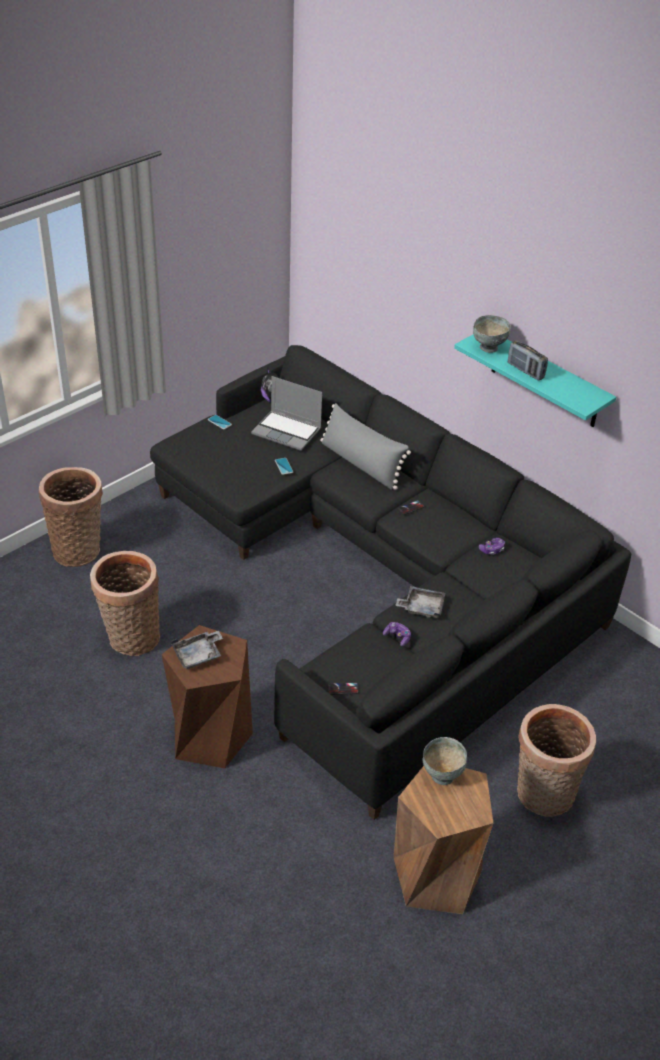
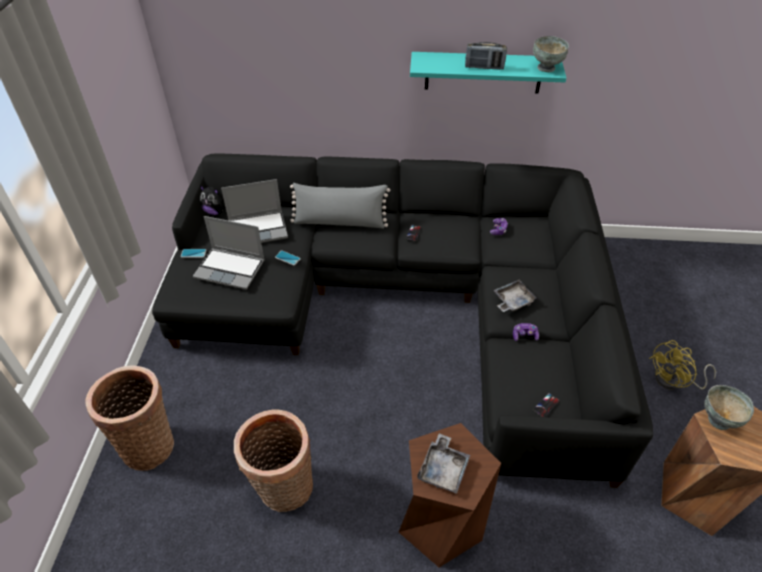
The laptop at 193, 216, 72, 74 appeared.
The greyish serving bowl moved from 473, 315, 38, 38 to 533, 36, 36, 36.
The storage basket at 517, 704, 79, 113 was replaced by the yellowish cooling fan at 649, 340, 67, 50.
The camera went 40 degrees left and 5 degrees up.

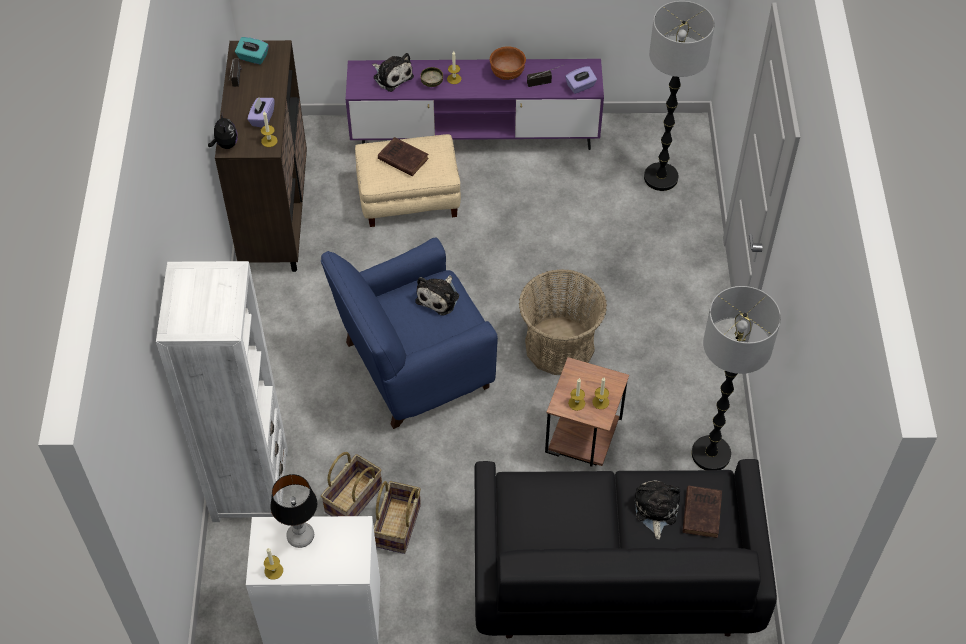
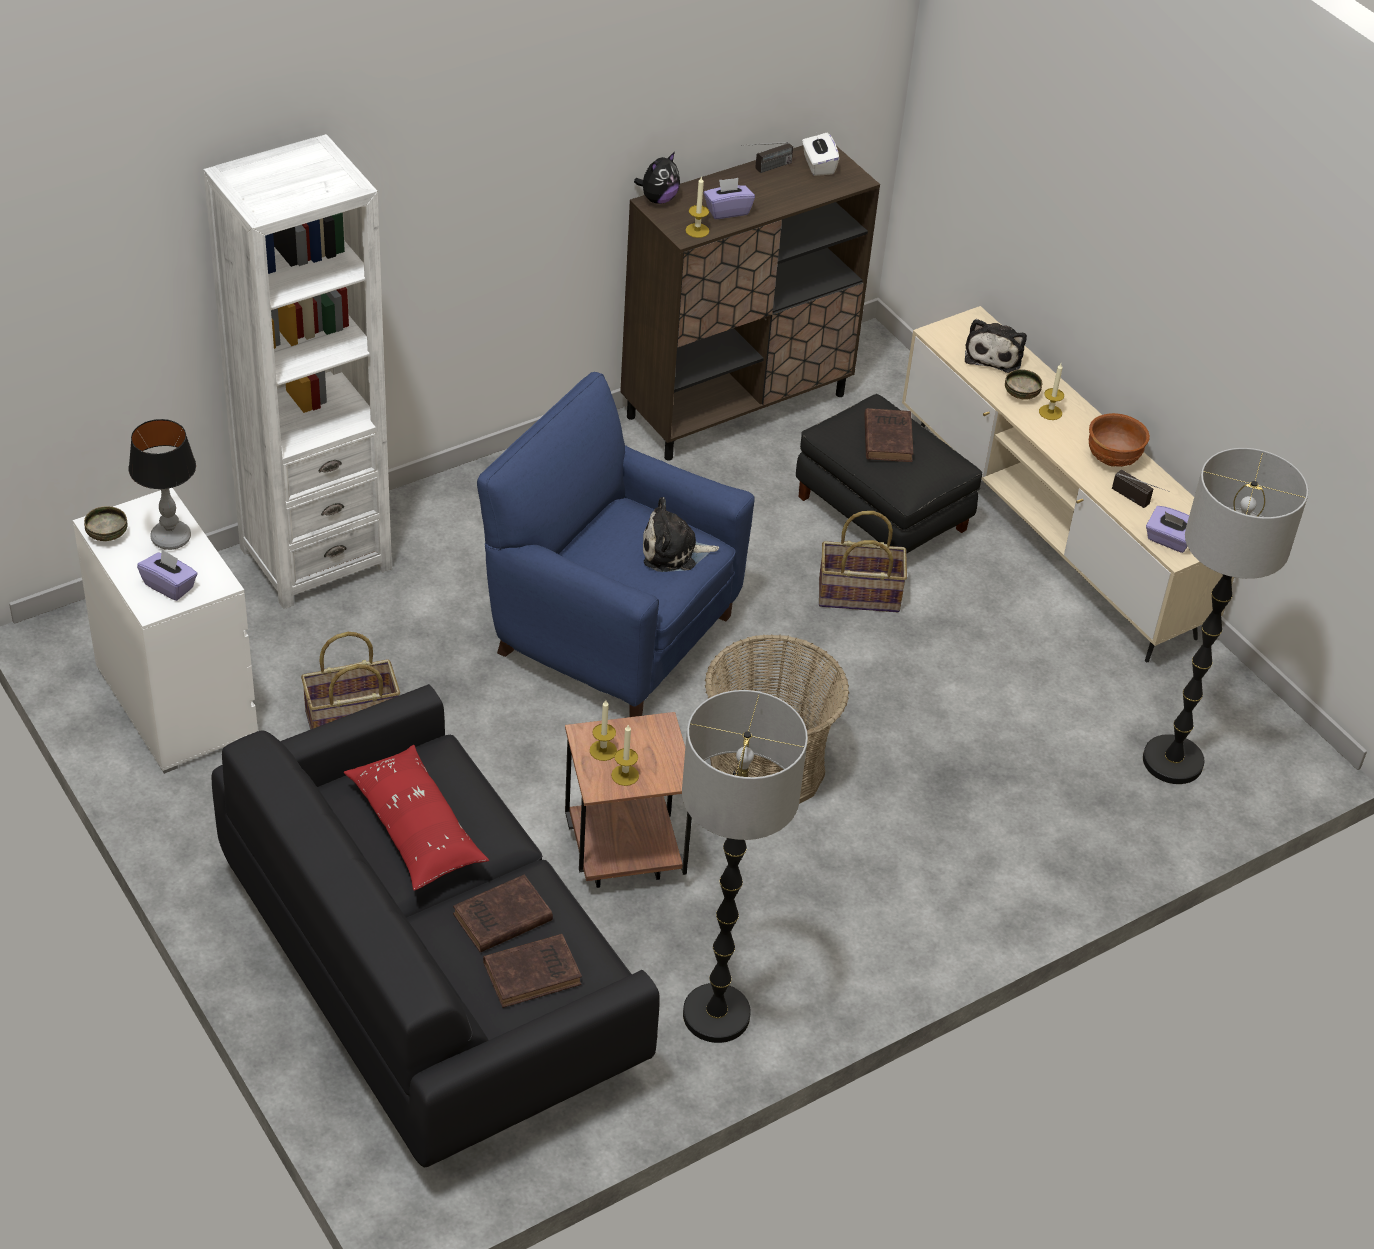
The candle at 264, 548, 19, 32 was replaced by the serving bowl at 84, 506, 44, 35.
The purple tissue holder at 137, 549, 61, 52 appeared.
The reddish throw pillow at 344, 745, 145, 146 appeared.
The cuddly toy at 635, 481, 45, 59 was replaced by the brown volume at 453, 875, 100, 78.
The beige pouffe at 355, 134, 106, 93 became the black-coloured pouffe at 796, 394, 186, 159.
The turquoise-coloured tissue holder at 235, 37, 34, 28 became the whitish tissue holder at 802, 133, 37, 43.
The storage basket moved from 321, 452, 61, 64 to 819, 511, 88, 101.
The purple media console at 346, 59, 258, 91 became the beige media console at 902, 306, 332, 356.
The camera went 55 degrees right and 10 degrees down.

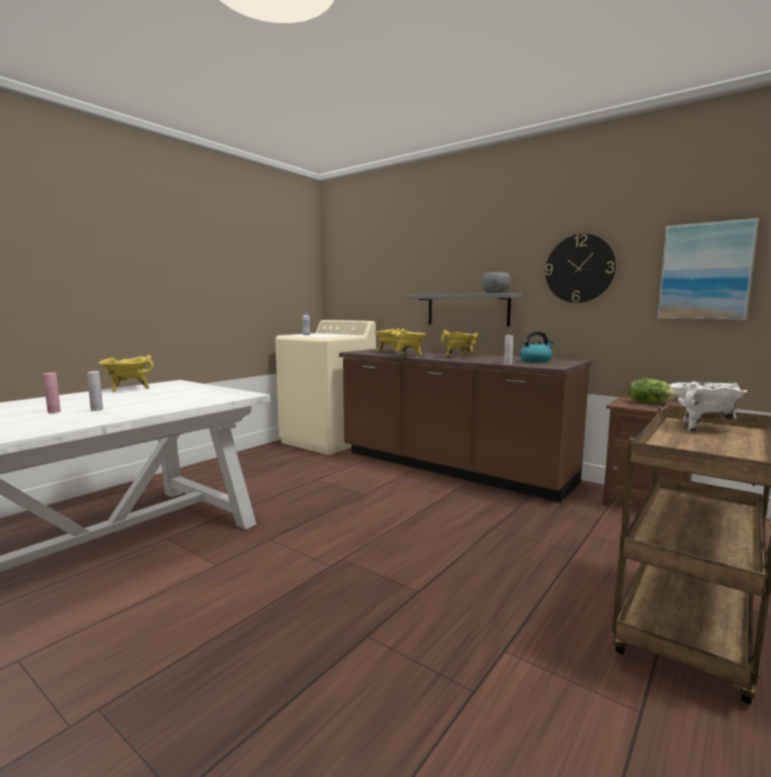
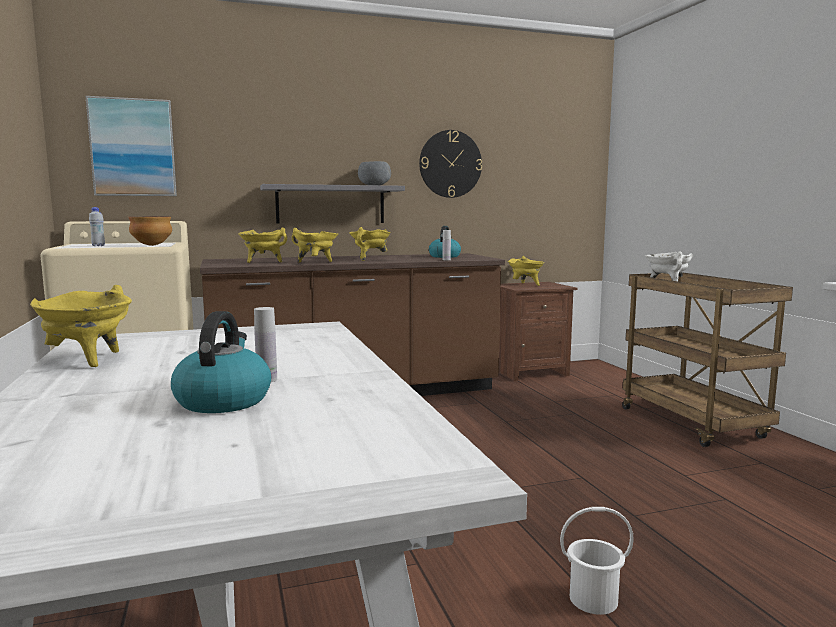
The wall picture moved from 657, 218, 102, 102 to 86, 96, 91, 100.
The serving bowl at 129, 217, 43, 29 appeared.
The pinkish beverage bottle at 43, 373, 18, 40 was replaced by the kettle at 171, 311, 100, 102.
The lettuce head at 629, 378, 49, 25 was replaced by the yellowish saucepot at 508, 256, 36, 30.
The whitish water bucket at 560, 507, 74, 108 appeared.
The camera went 55 degrees left and 0 degrees up.

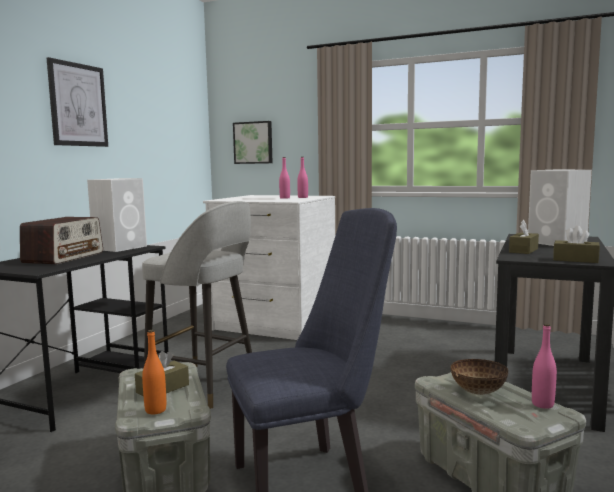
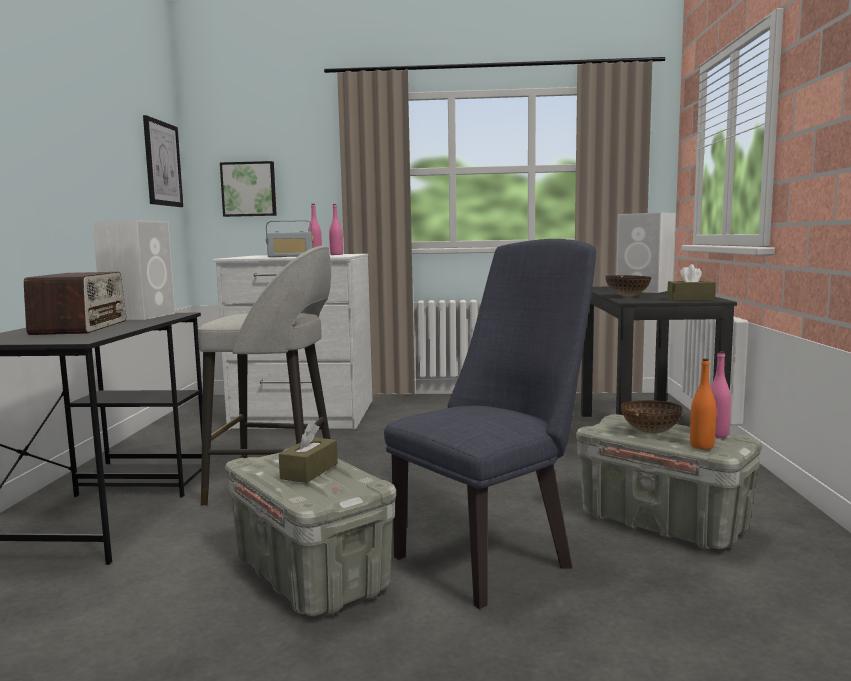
The wall picture moved from 47, 57, 61, 90 to 143, 115, 40, 92.
The radio at 266, 220, 47, 37 appeared.
The brown tissue holder at 509, 220, 30, 34 was replaced by the serving bowl at 605, 275, 46, 21.
The orange-coloured beverage bottle moved from 142, 330, 24, 84 to 690, 358, 26, 91.
The camera went 20 degrees left and 0 degrees up.

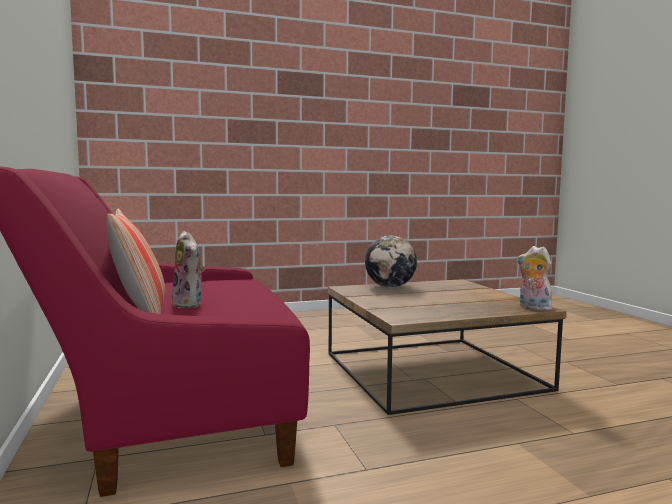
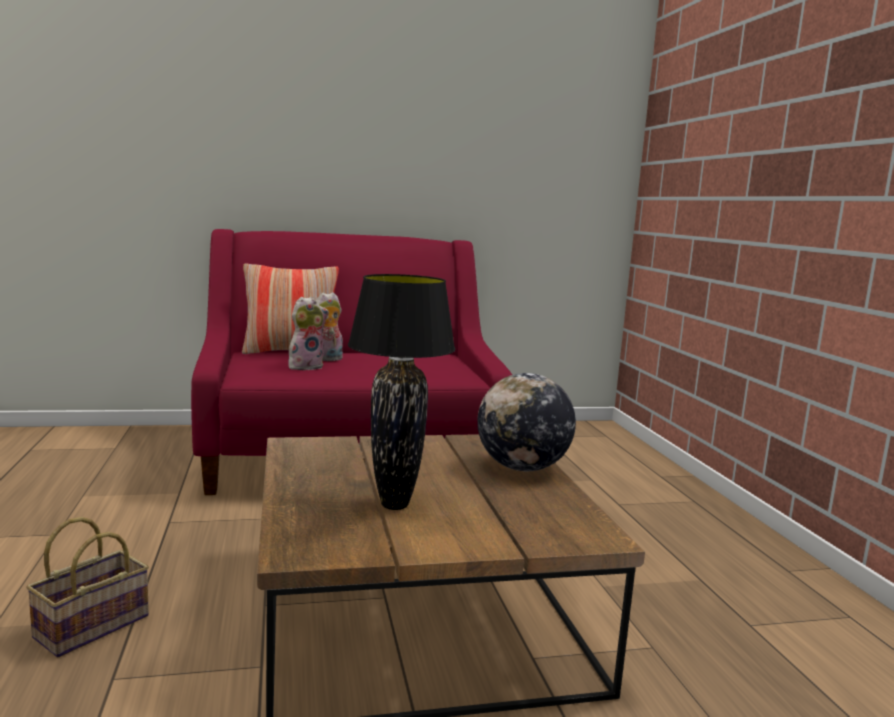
The storage basket at 26, 517, 123, 140 appeared.
The cuddly toy moved from 517, 246, 35, 65 to 288, 296, 41, 74.
The black-coloured lamp for a table at 348, 274, 107, 236 appeared.
The camera went 95 degrees right and 5 degrees up.

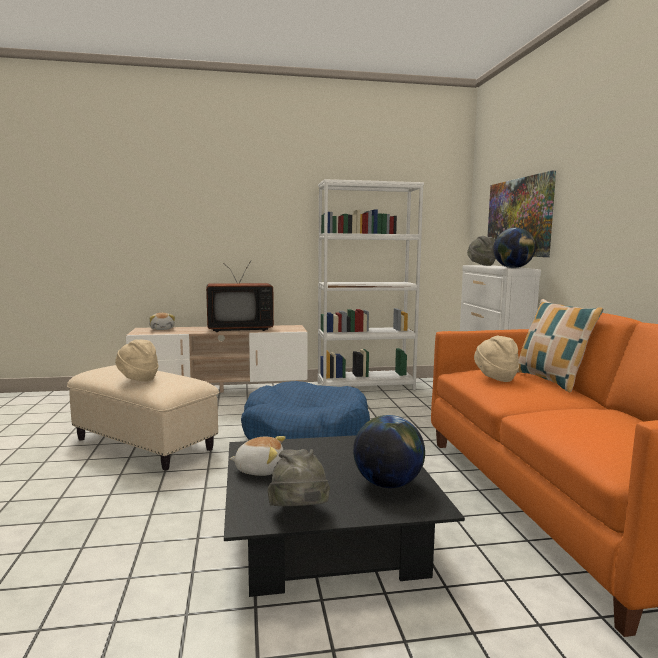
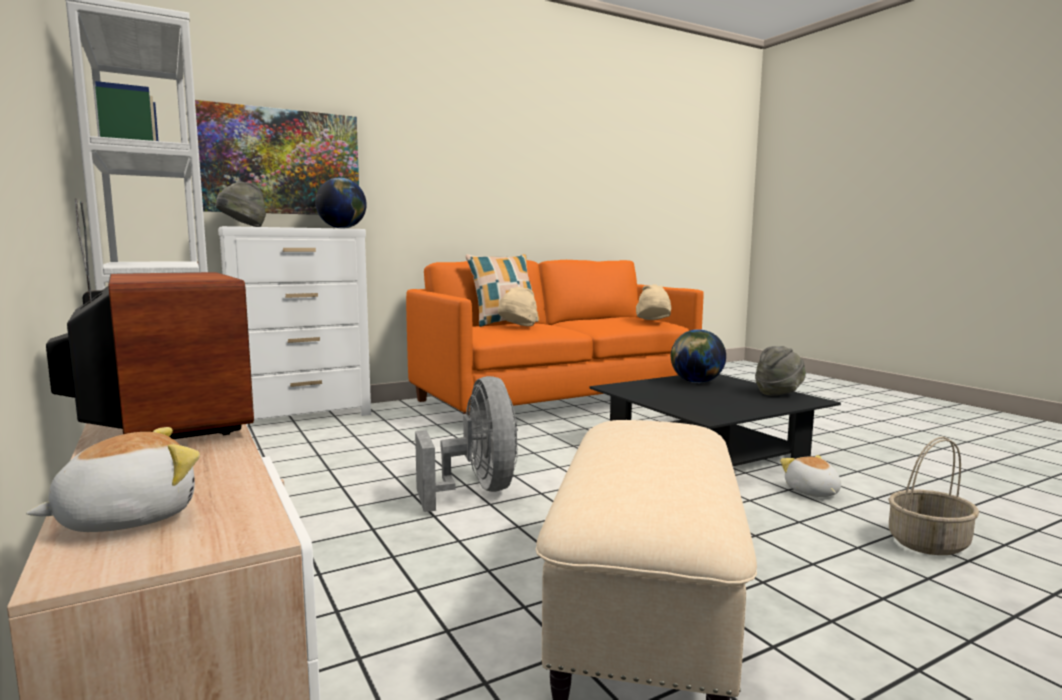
The blue dog cushion at 241, 381, 129, 59 was replaced by the greyish cooling fan at 415, 376, 103, 136.
The beige wearable hat moved from 115, 339, 44, 42 to 636, 284, 35, 36.
The cuddly toy moved from 229, 436, 57, 40 to 780, 455, 61, 42.
The storage basket at 888, 437, 91, 118 appeared.
The camera went 110 degrees left and 0 degrees up.

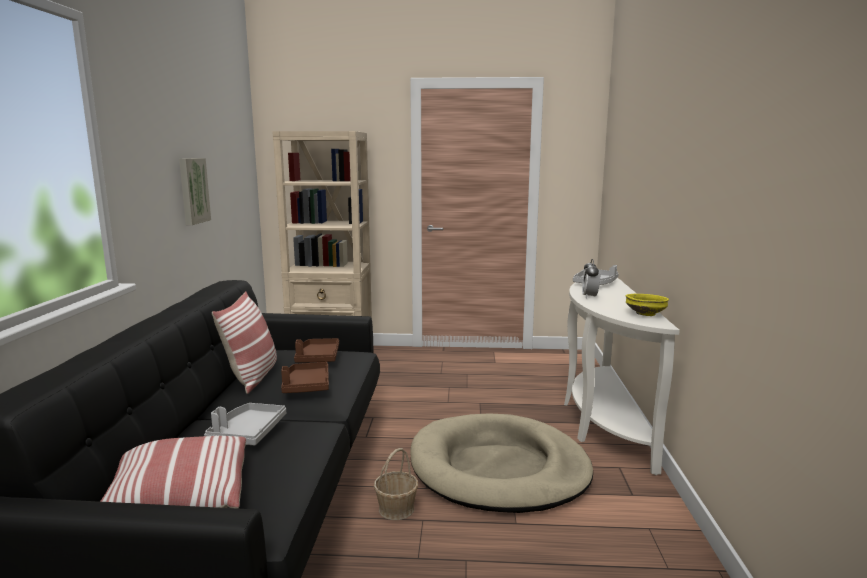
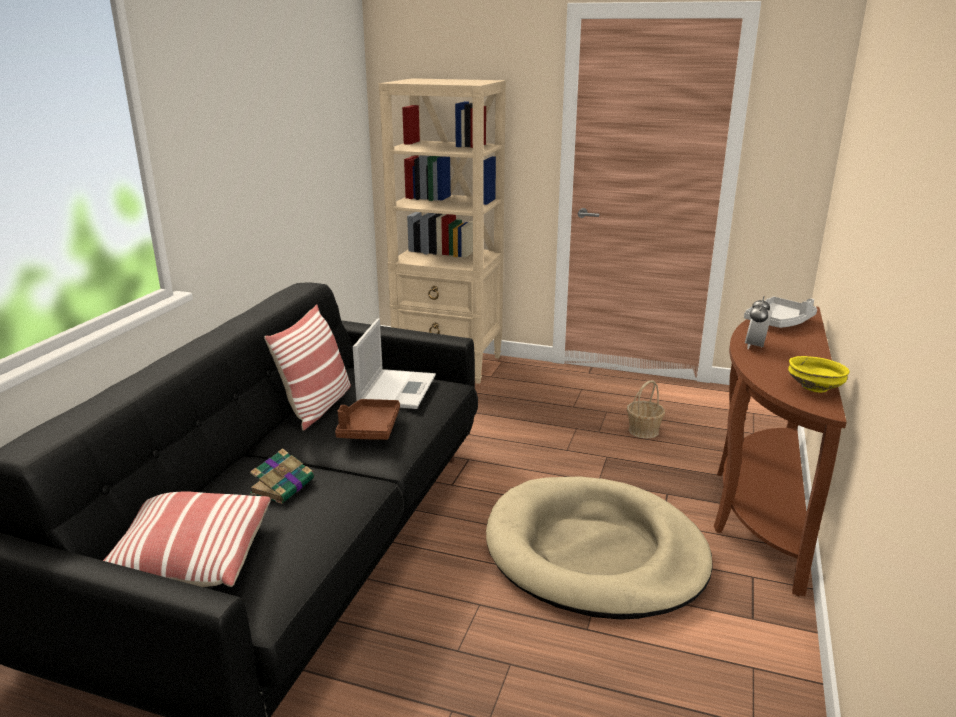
The greyish serving tray at 204, 403, 82, 42 was replaced by the volume at 250, 448, 64, 56.
The brown serving tray at 294, 338, 45, 25 was replaced by the laptop at 353, 318, 83, 91.
The storage basket moved from 374, 448, 44, 72 to 627, 380, 38, 58.
The whitish narrow table at 564, 278, 116, 197 became the brown narrow table at 714, 307, 133, 289.
The wall picture at 179, 158, 32, 67 disappeared.
The camera went 15 degrees right and 10 degrees up.

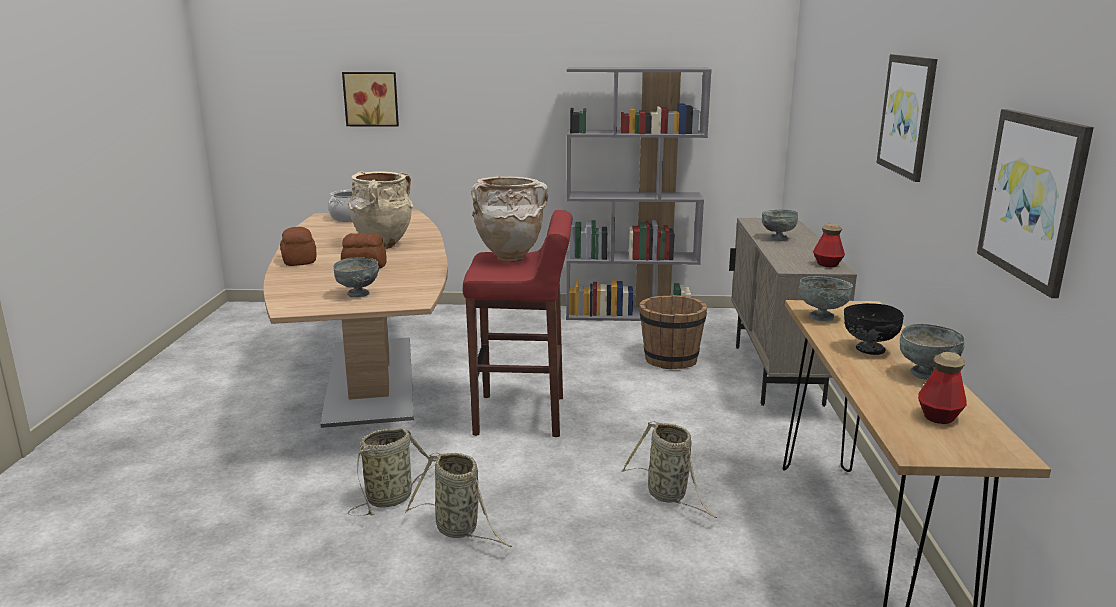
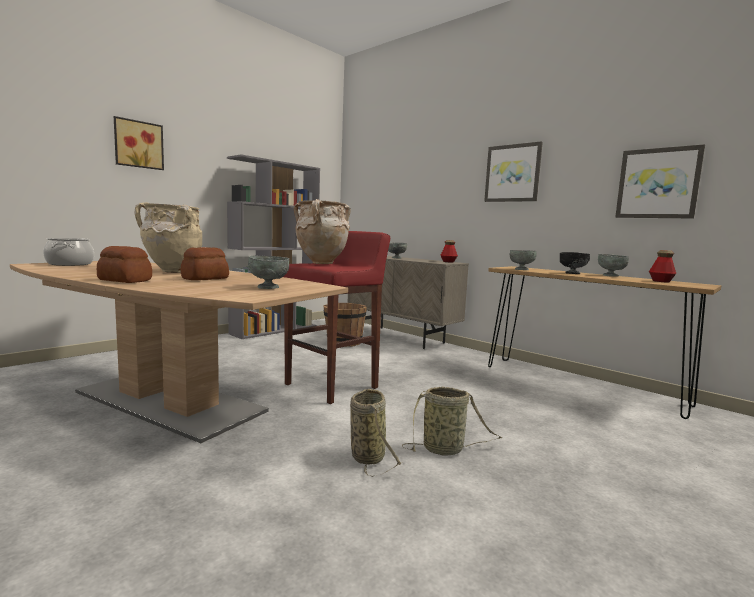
The wall picture moved from 342, 72, 57, 55 to 114, 116, 50, 54.
The storage basket at 621, 421, 96, 97 disappeared.
The camera went 50 degrees left and 10 degrees down.

